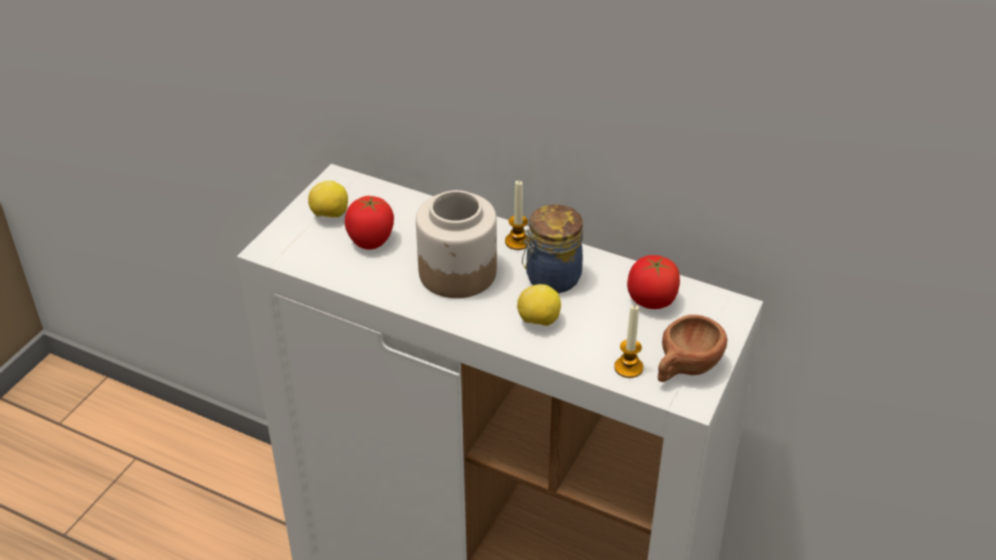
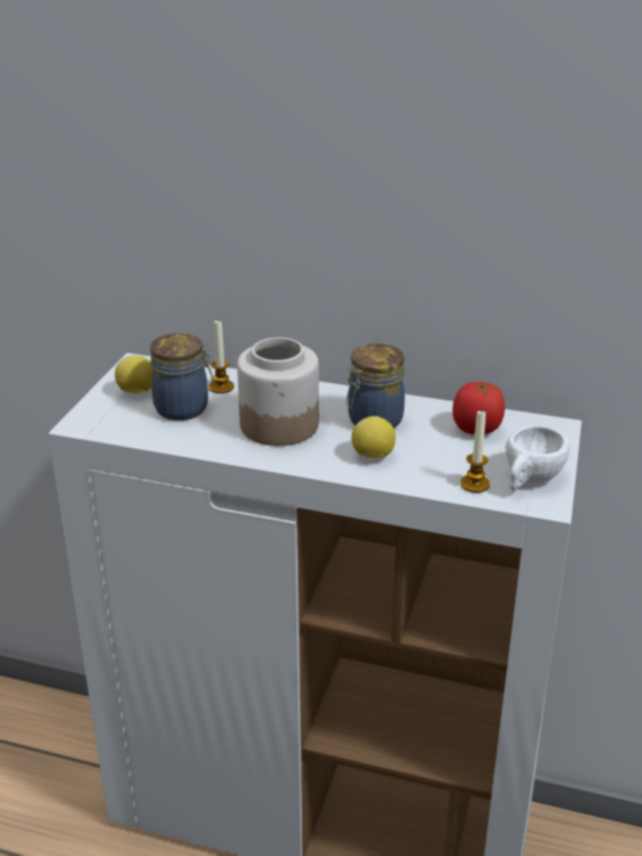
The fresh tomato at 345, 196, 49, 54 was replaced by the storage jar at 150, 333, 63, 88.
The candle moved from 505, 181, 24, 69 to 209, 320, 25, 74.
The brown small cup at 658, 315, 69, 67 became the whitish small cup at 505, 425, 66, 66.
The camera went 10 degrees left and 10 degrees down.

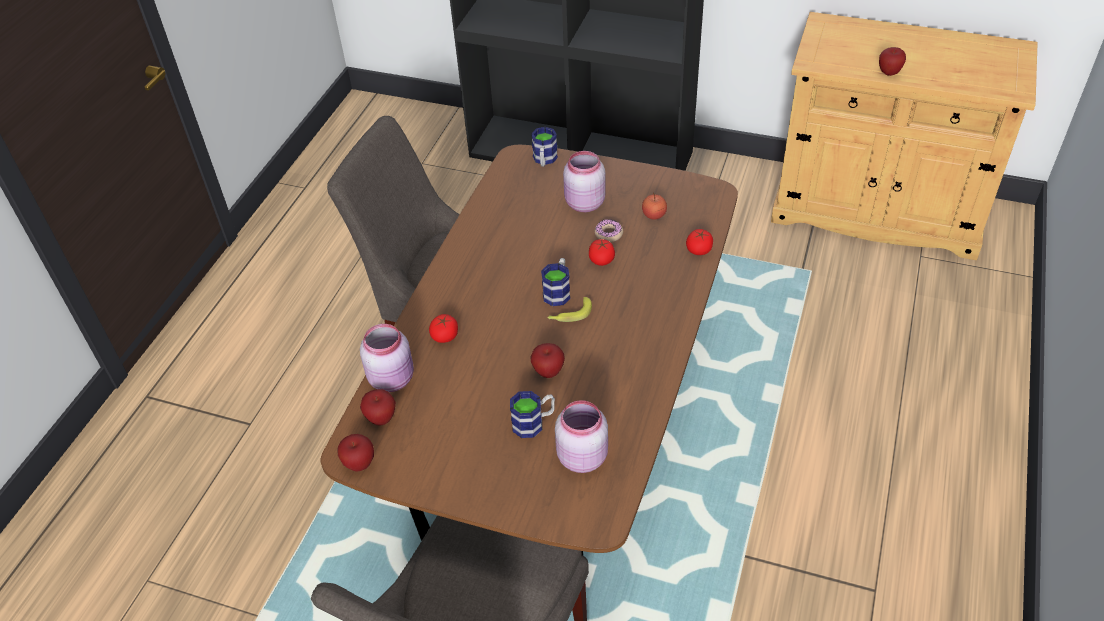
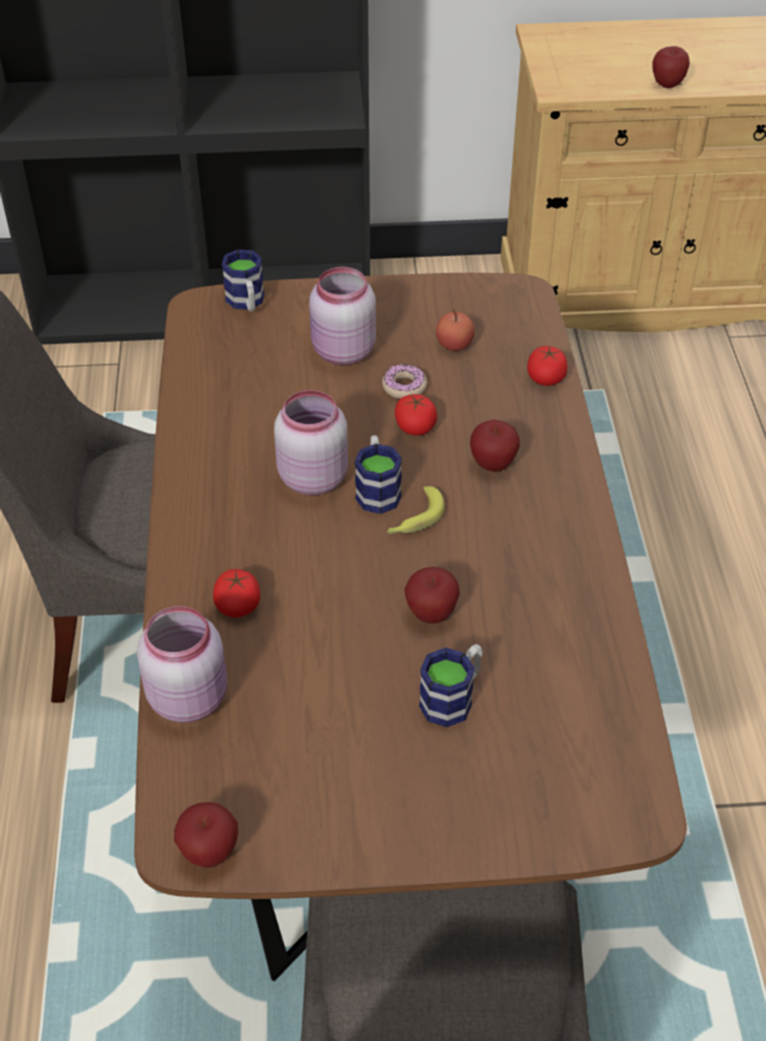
The pinkish storage jar moved from 555, 400, 53, 73 to 274, 390, 74, 105.
The apple fruit moved from 360, 389, 36, 37 to 470, 420, 50, 51.
The camera went 25 degrees left and 0 degrees up.

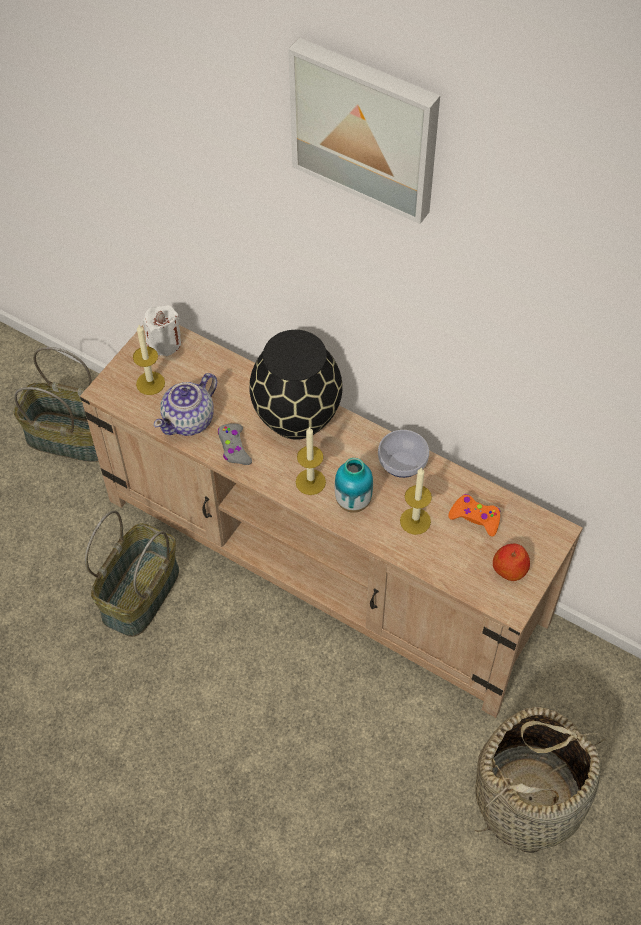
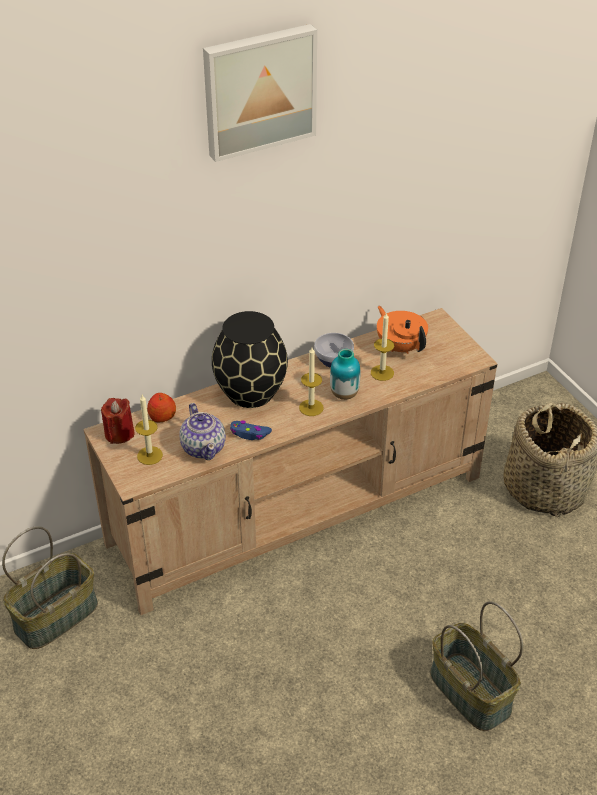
The whitish candle at 143, 305, 38, 51 became the reddish candle at 101, 398, 33, 46.
The apple fruit moved from 493, 544, 37, 37 to 147, 393, 29, 29.
The greyish game controller at 218, 423, 34, 42 became the blue game controller at 230, 421, 42, 19.
The orange-coloured game controller at 448, 494, 52, 43 was replaced by the orange-coloured pot for tea at 377, 306, 51, 48.
The storage basket moved from 85, 510, 94, 127 to 430, 601, 93, 130.
The camera went 60 degrees left and 15 degrees down.

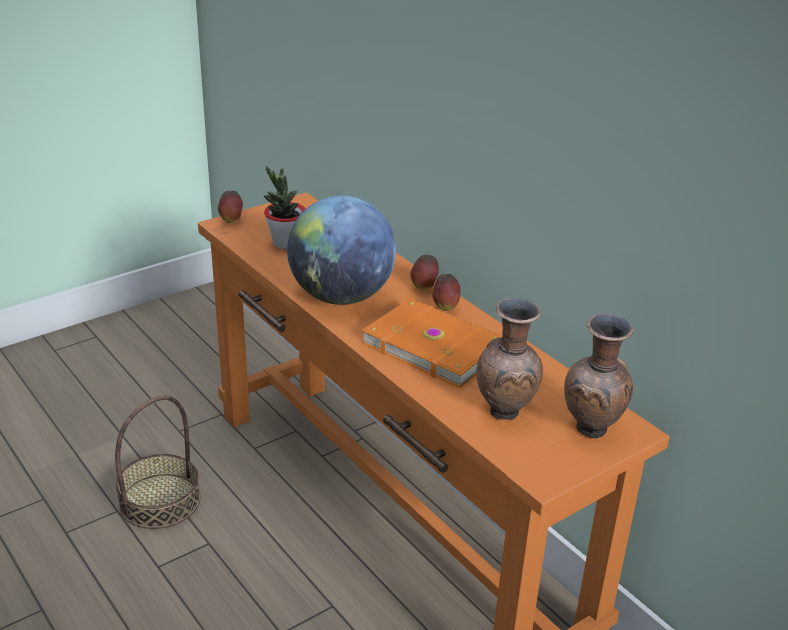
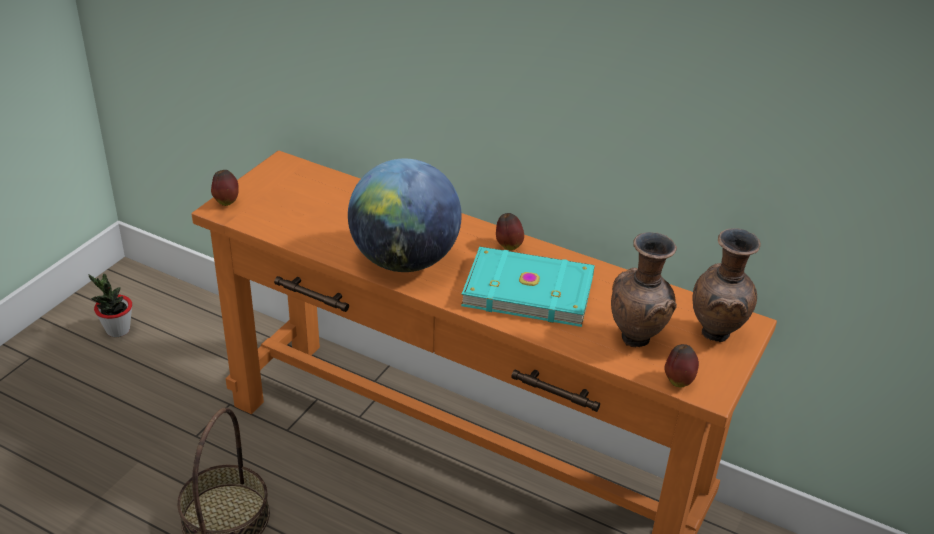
The houseplant moved from 264, 165, 42, 84 to 89, 274, 43, 63.
The orange-coloured volume at 361, 298, 141, 90 became the turquoise-coloured volume at 461, 247, 134, 80.
The apple fruit moved from 411, 255, 28, 35 to 664, 344, 35, 44.
The camera went 25 degrees left and 5 degrees up.

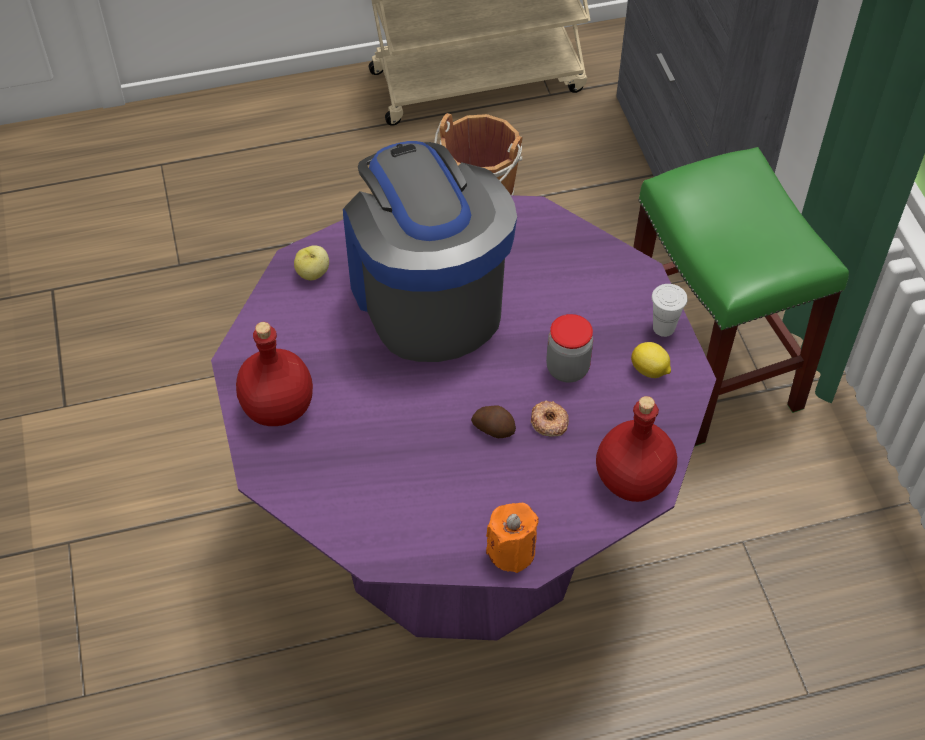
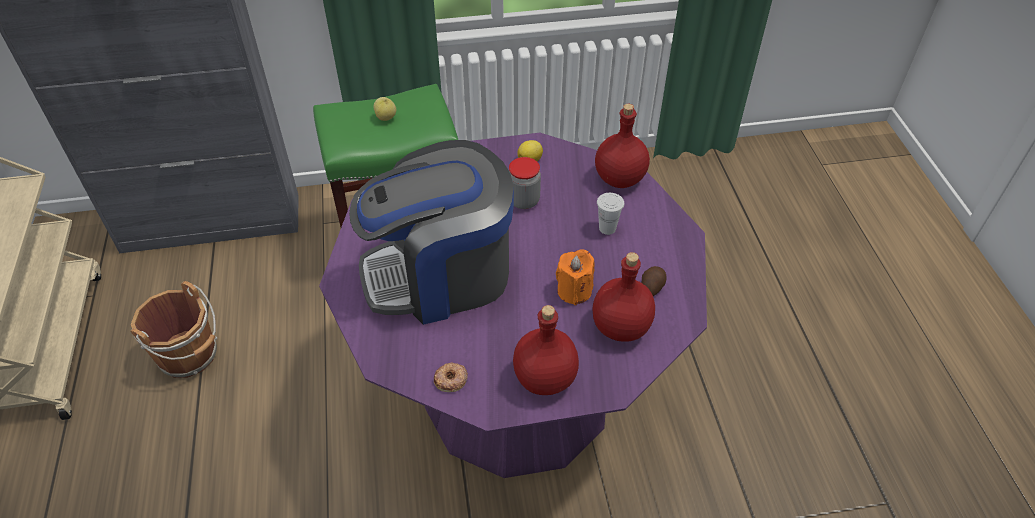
The apple fruit moved from 294, 245, 35, 35 to 373, 97, 23, 24.
The ring doughnut moved from 531, 400, 38, 37 to 434, 363, 34, 29.
The orange-coloured candle moved from 486, 503, 53, 70 to 556, 249, 39, 56.
The reddish beverage bottle at 592, 252, 63, 90 appeared.
The whitish small cup moved from 652, 284, 36, 53 to 597, 193, 27, 42.
The potato moved from 471, 405, 45, 33 to 642, 266, 25, 30.
The camera went 85 degrees left and 5 degrees down.

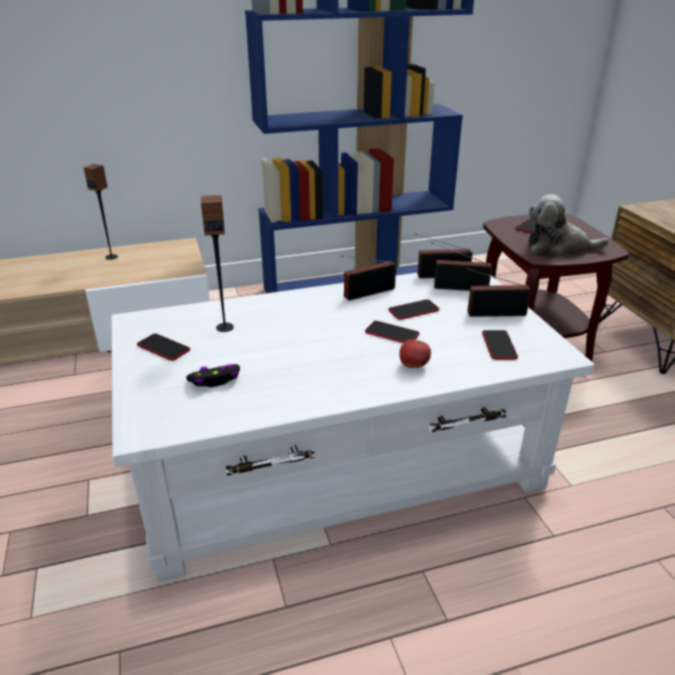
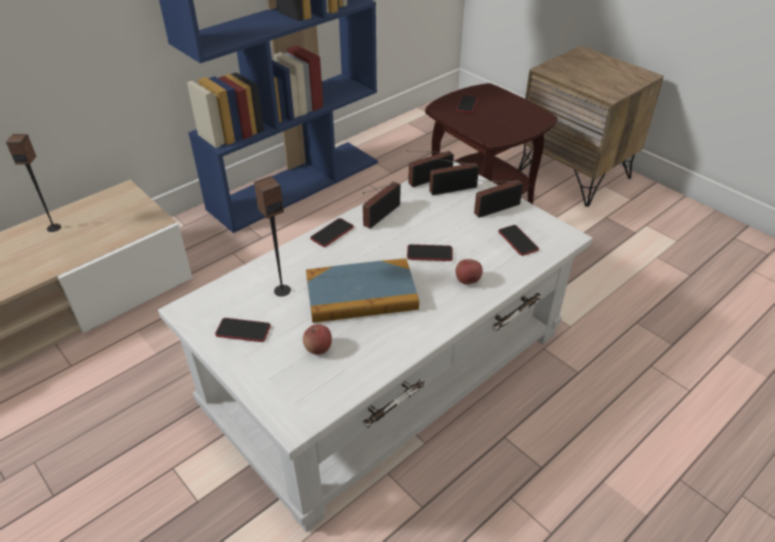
The black-coloured game controller at 186, 364, 54, 23 was replaced by the apple fruit at 303, 324, 29, 31.
The volume at 306, 258, 113, 65 appeared.
The handset moved from 388, 299, 51, 21 to 310, 218, 44, 29.
The cuddly toy at 528, 194, 81, 63 disappeared.
The camera went 25 degrees left and 10 degrees up.

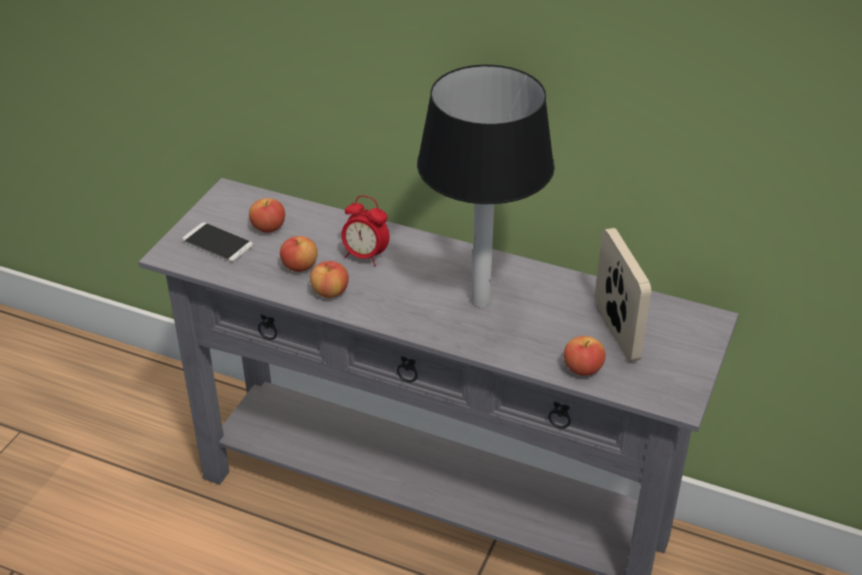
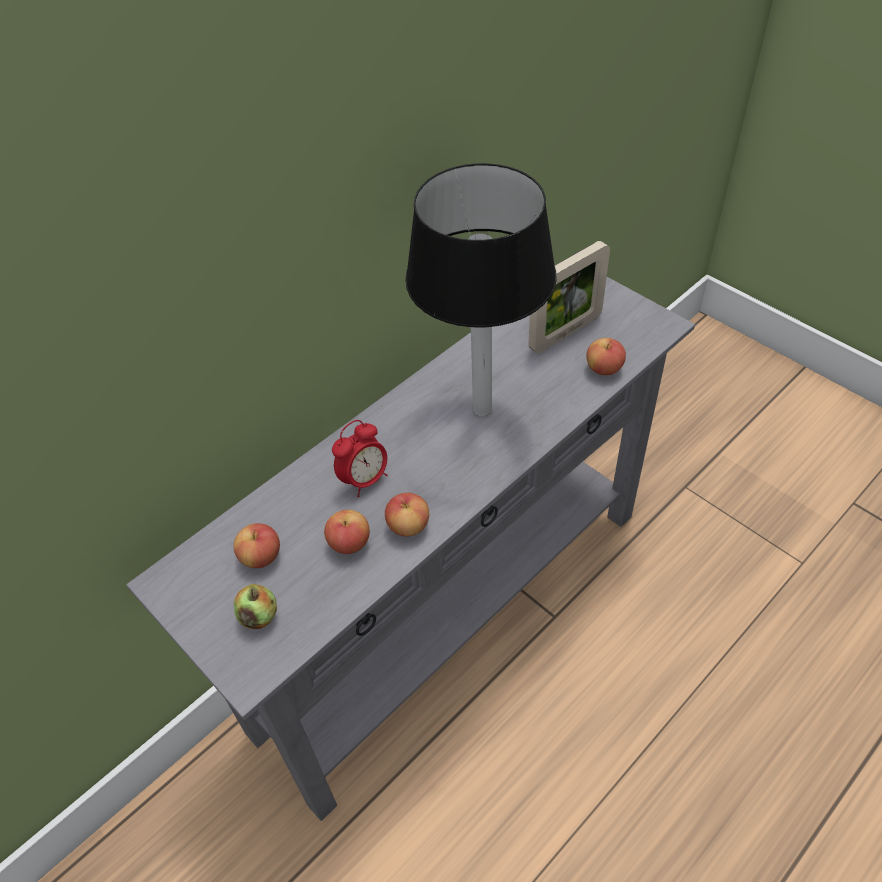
The handset at 182, 223, 71, 39 was replaced by the apple fruit at 234, 584, 43, 45.
The photo frame at 595, 228, 56, 134 turned 135 degrees clockwise.
The camera went 65 degrees left and 10 degrees up.

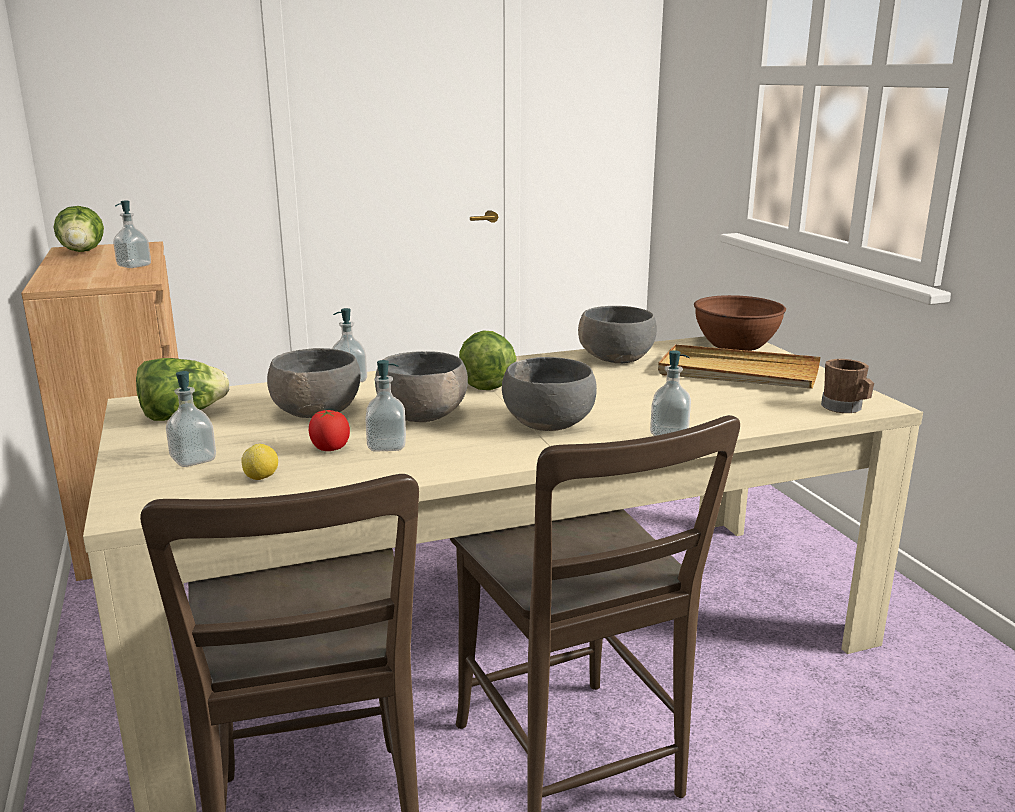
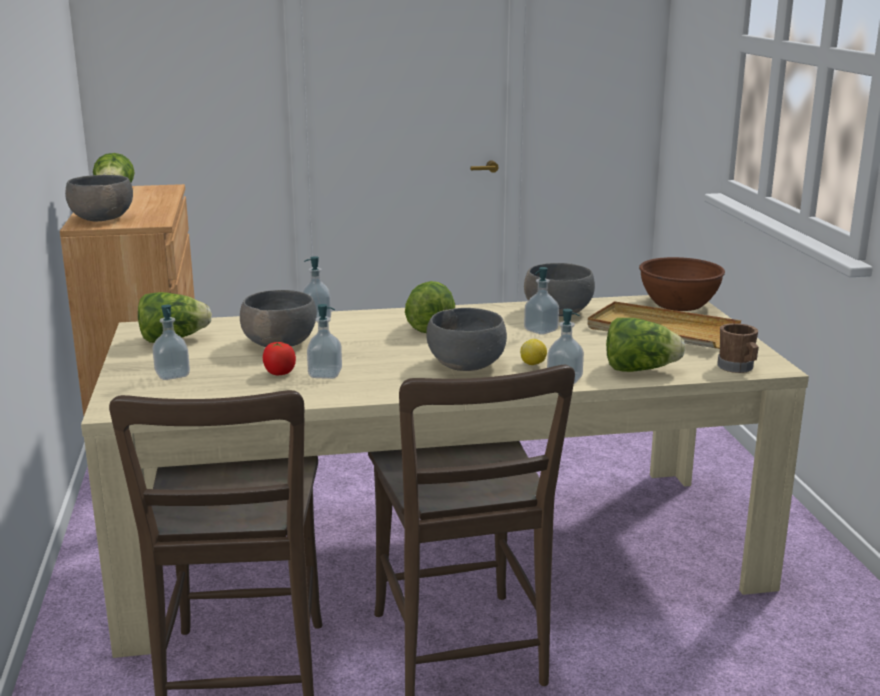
The greyish serving bowl moved from 375, 351, 93, 71 to 65, 175, 68, 46.
The citrus fruit moved from 241, 444, 37, 36 to 520, 339, 27, 26.
The soap dispenser moved from 113, 200, 38, 68 to 524, 267, 35, 68.
The lettuce head at 606, 318, 79, 54 appeared.
The camera went 10 degrees right and 0 degrees up.

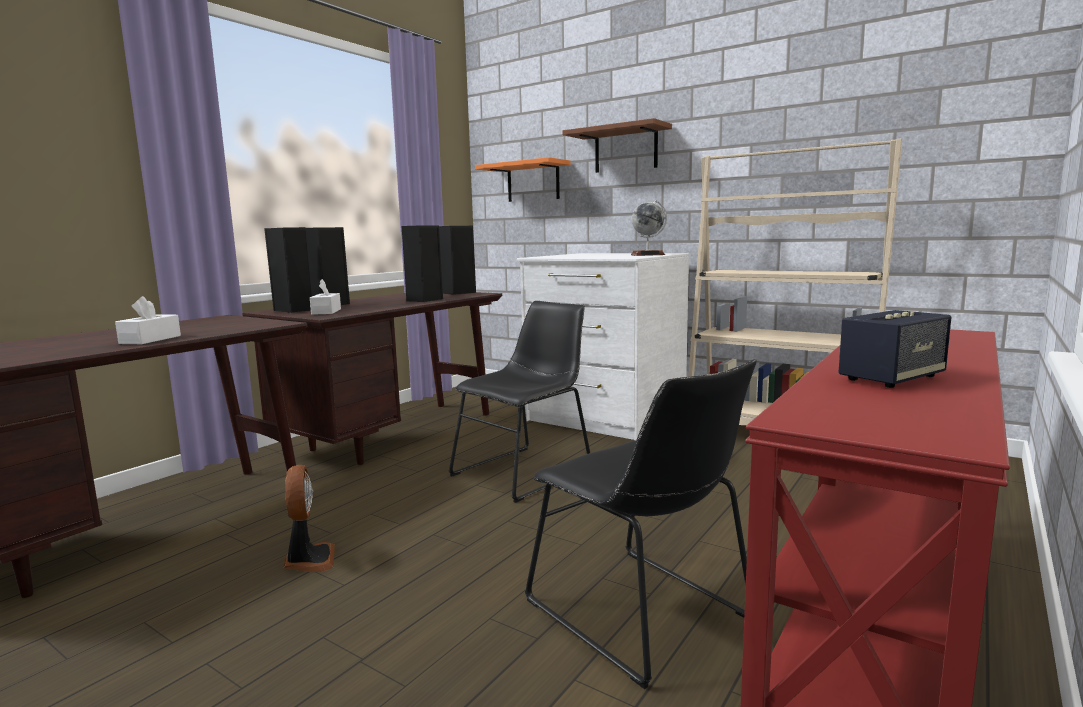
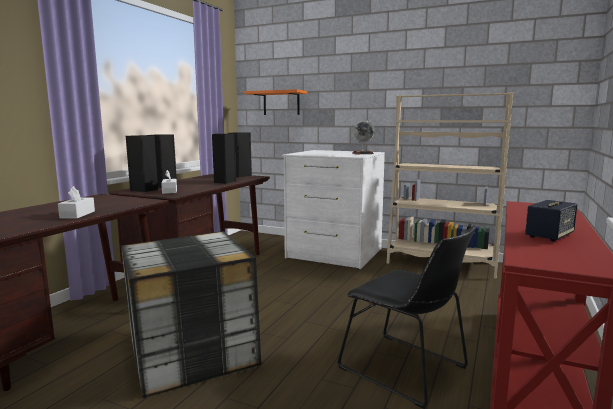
The cooling fan at 283, 465, 52, 107 was replaced by the storage container at 121, 231, 140, 167.
The black-coloured chair at 448, 301, 142, 202 disappeared.
The brown shelf at 563, 118, 109, 55 disappeared.
The camera went 10 degrees left and 0 degrees up.

